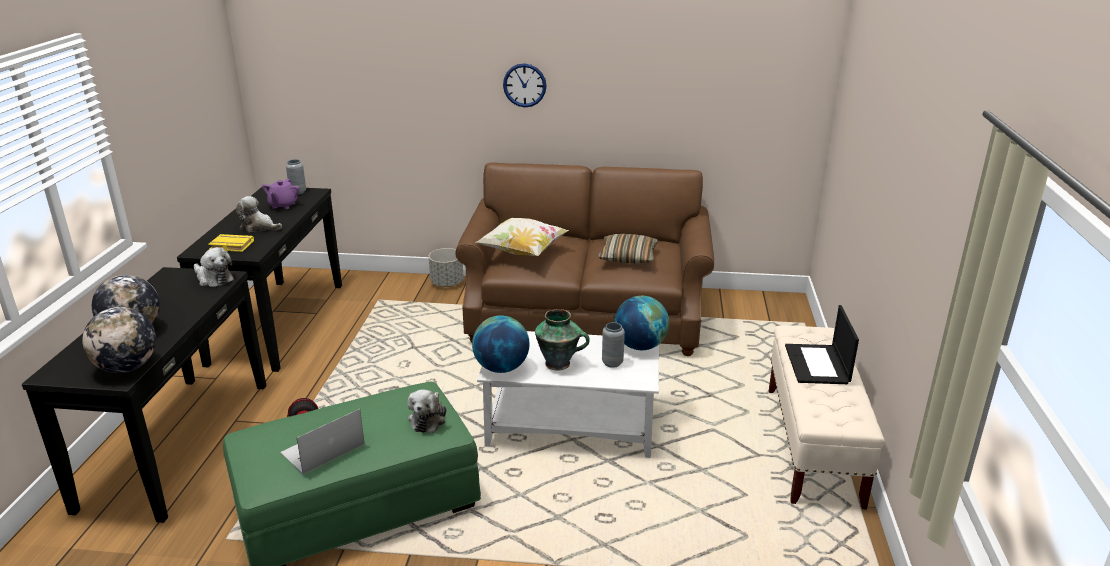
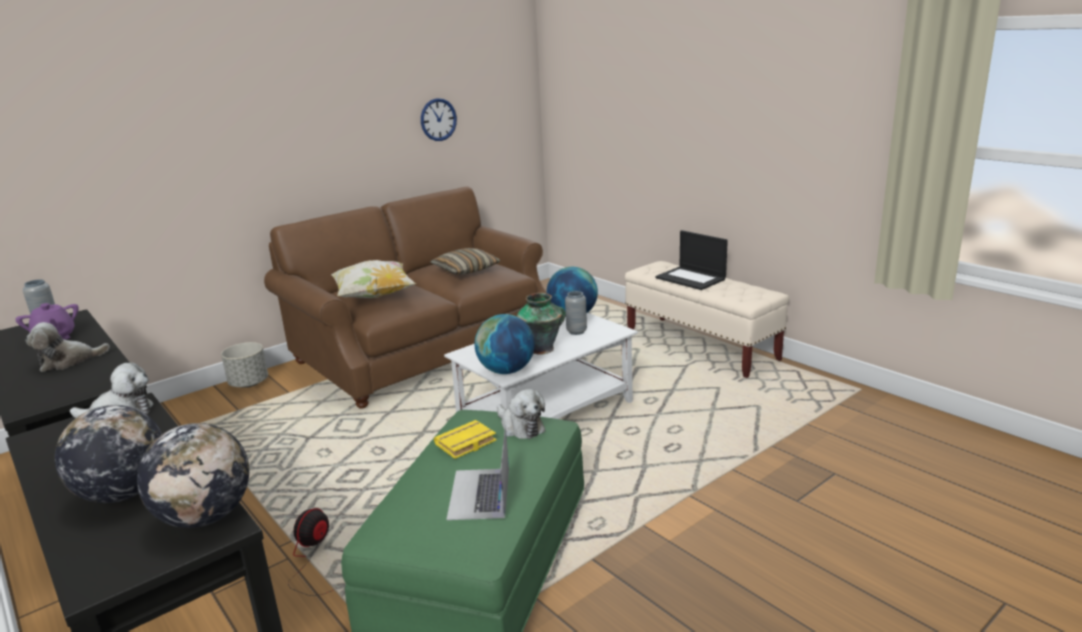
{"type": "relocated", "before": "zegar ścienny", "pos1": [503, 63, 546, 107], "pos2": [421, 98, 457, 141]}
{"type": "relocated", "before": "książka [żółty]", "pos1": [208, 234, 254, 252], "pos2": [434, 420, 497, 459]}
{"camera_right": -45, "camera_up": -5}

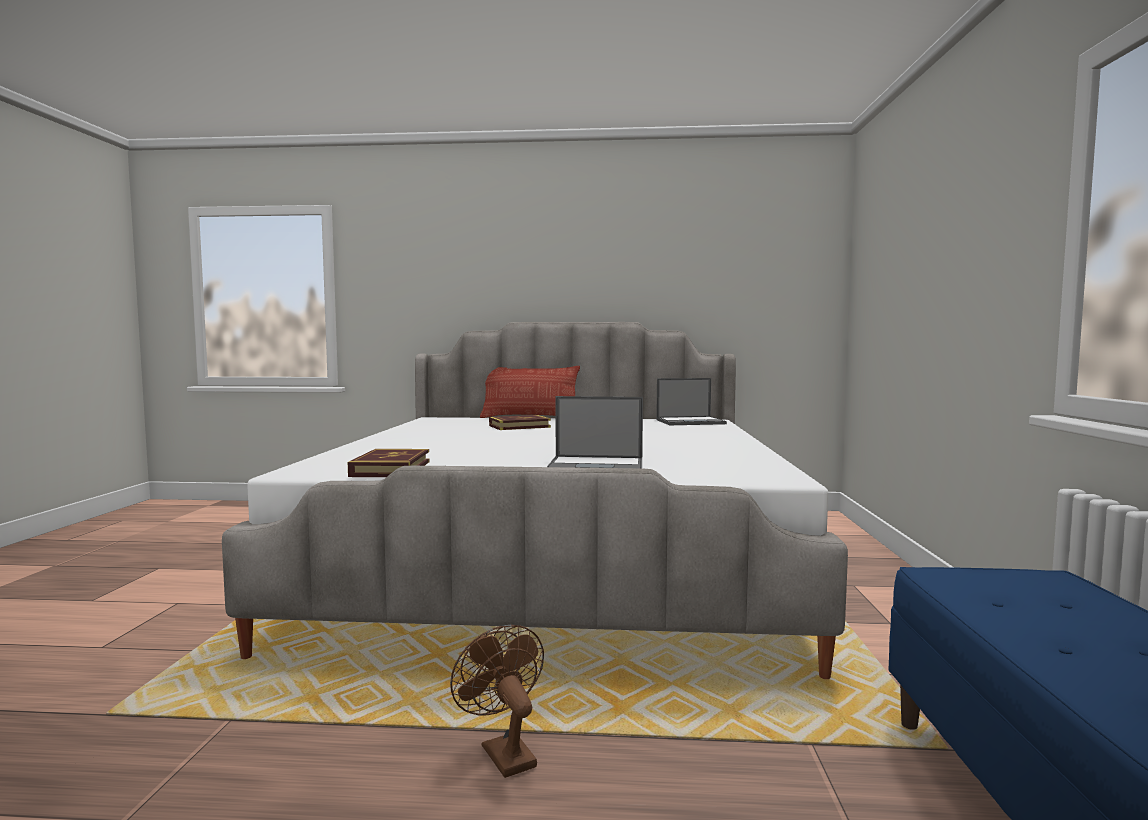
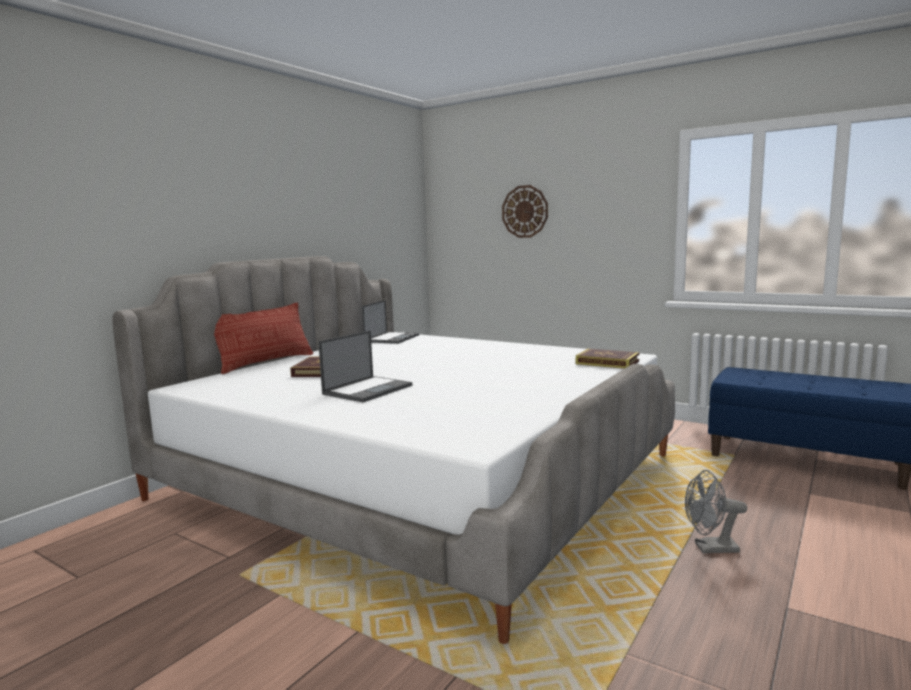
{"type": "relocated", "before": "laptop", "pos1": [547, 396, 643, 469], "pos2": [318, 331, 412, 402]}
{"type": "relocated", "before": "książka", "pos1": [348, 449, 429, 477], "pos2": [576, 349, 640, 369]}
{"type": "colour", "before": "wentylator [brązowy]", "after": "wentylator [szary]", "pos1": [450, 625, 544, 778], "pos2": [685, 470, 747, 553]}
{"type": "appeared", "after": "zegar ścienny", "pos2": [502, 185, 548, 238]}
{"camera_right": -60, "camera_up": 5}

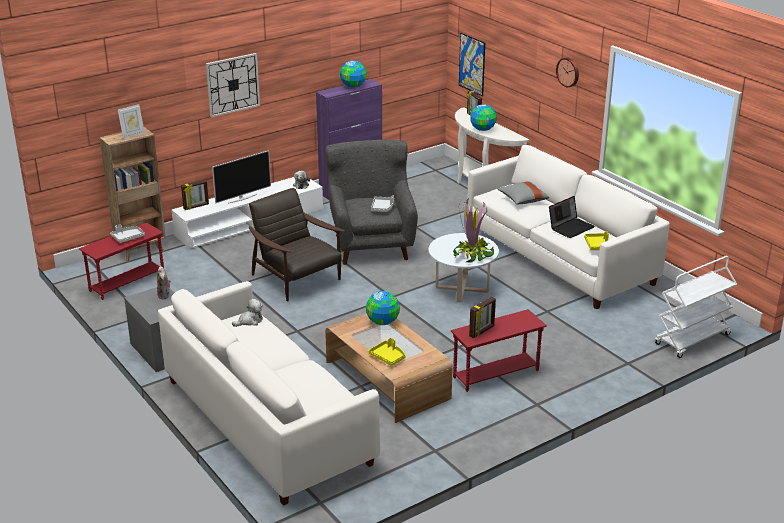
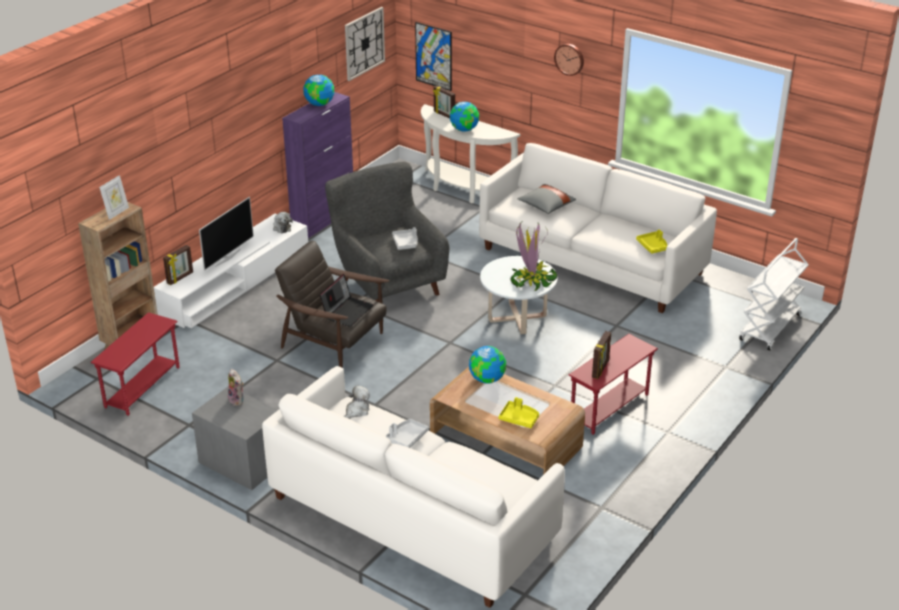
{"type": "relocated", "before": "zegar ścienny", "pos1": [206, 53, 260, 117], "pos2": [345, 7, 385, 81]}
{"type": "relocated", "before": "laptop", "pos1": [549, 196, 595, 238], "pos2": [319, 274, 373, 327]}
{"type": "relocated", "before": "taca [szary]", "pos1": [110, 224, 145, 243], "pos2": [385, 419, 429, 448]}
{"camera_right": -20, "camera_up": 5}

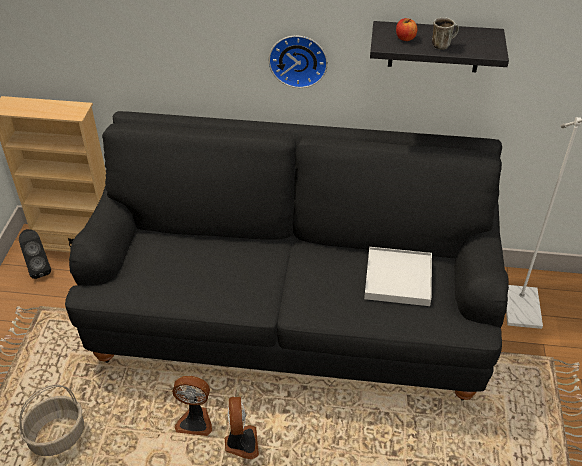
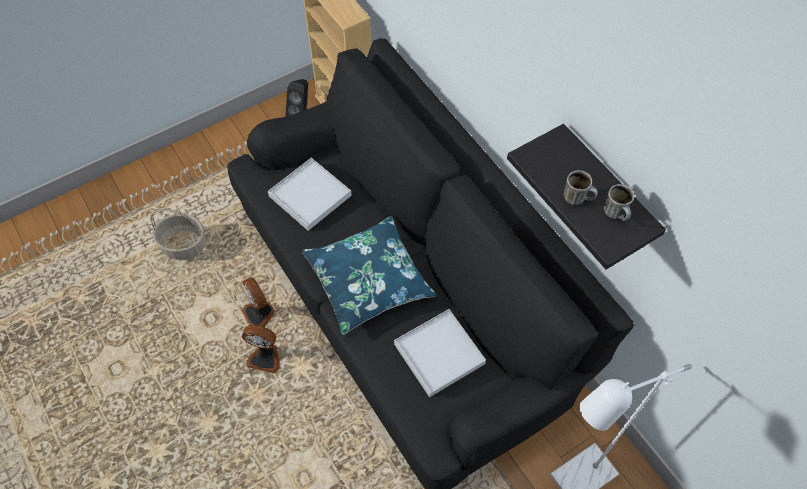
{"type": "missing", "before": "jabłko", "pos1": [396, 18, 417, 41]}
{"type": "missing", "before": "zegar ścienny", "pos1": [269, 36, 328, 88]}
{"type": "spun", "before": "wentylator", "pos1": [225, 396, 259, 459], "pos2": [242, 325, 280, 373], "turn": 60}
{"type": "appeared", "after": "taca [biały]", "pos2": [268, 158, 352, 231]}
{"type": "appeared", "after": "kubek", "pos2": [604, 184, 635, 221]}
{"type": "appeared", "after": "poduszka [niebieski]", "pos2": [302, 216, 436, 335]}
{"camera_right": 50, "camera_up": 15}

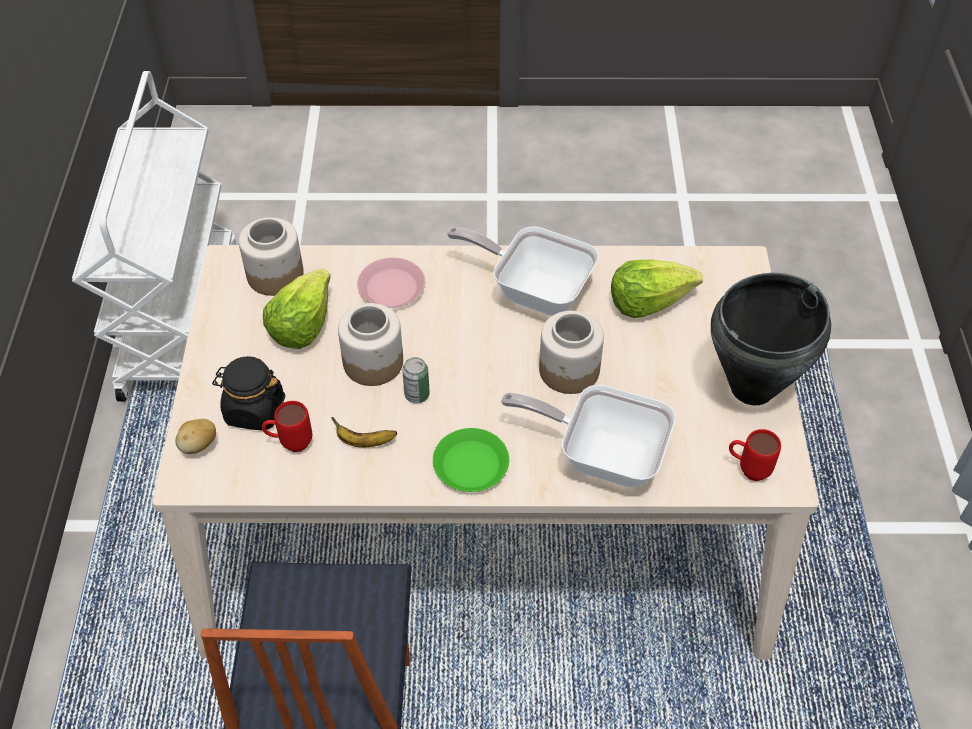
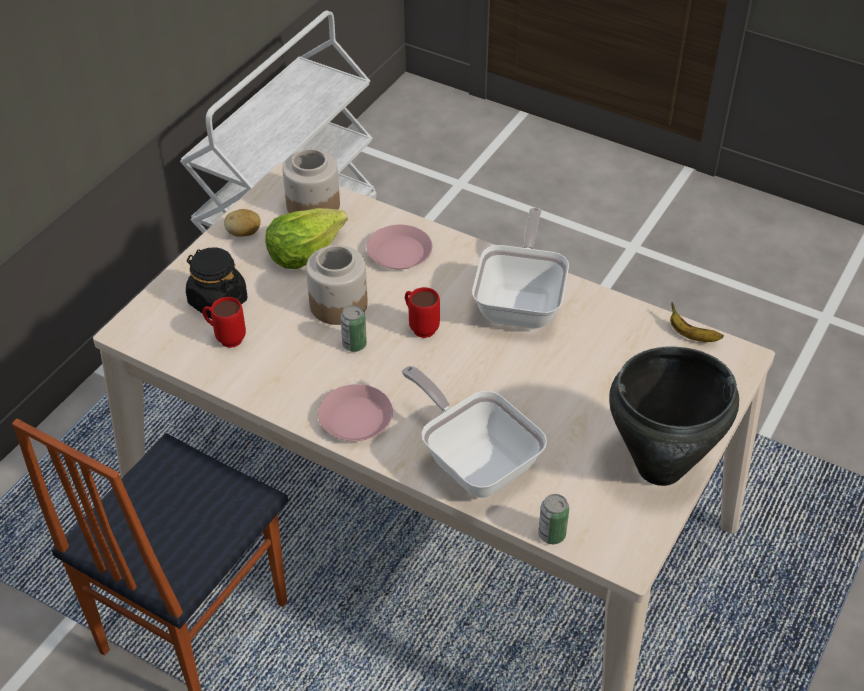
{"type": "spun", "before": "patelnia", "pos1": [447, 226, 599, 316], "pos2": [472, 208, 569, 328], "turn": 45}
{"type": "missing", "before": "sałata", "pos1": [611, 259, 703, 318]}
{"type": "missing", "before": "słoik", "pos1": [539, 311, 604, 394]}
{"type": "relocated", "before": "banan", "pos1": [331, 417, 397, 447], "pos2": [670, 302, 724, 342]}
{"type": "relocated", "before": "ziemniak", "pos1": [175, 419, 216, 454], "pos2": [224, 209, 261, 237]}
{"type": "colour", "before": "talerz [zielony]", "after": "talerz [różowy]", "pos1": [433, 428, 509, 492], "pos2": [318, 384, 393, 441]}
{"type": "relocated", "before": "kubek [czerwony]", "pos1": [729, 429, 781, 481], "pos2": [405, 287, 440, 338]}
{"type": "appeared", "after": "puszka", "pos2": [538, 494, 569, 544]}
{"camera_right": 30, "camera_up": -5}

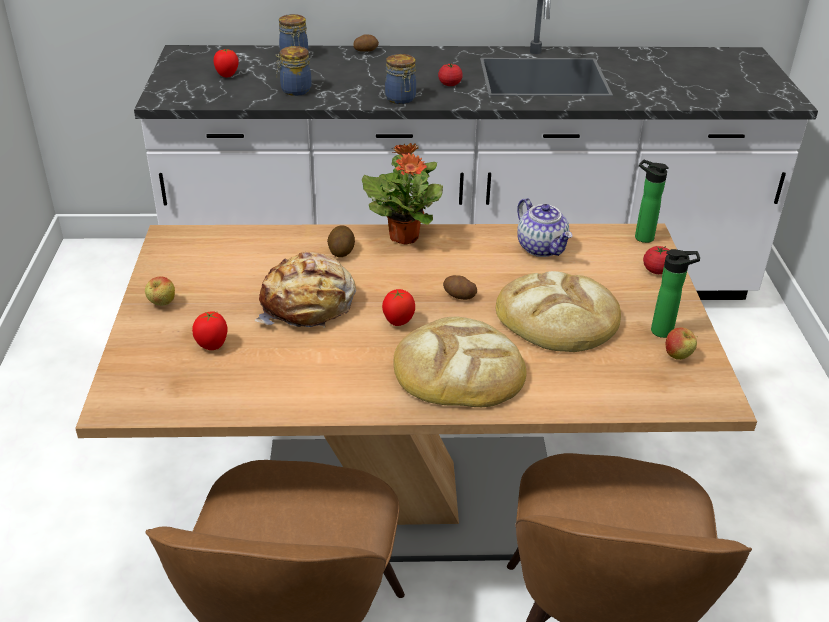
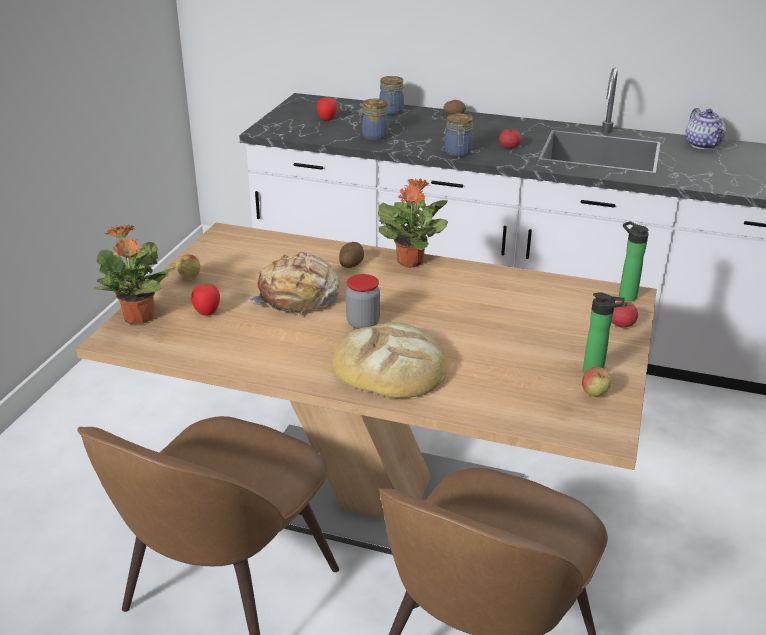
{"type": "relocated", "before": "imbryk", "pos1": [517, 198, 572, 257], "pos2": [685, 108, 726, 149]}
{"type": "missing", "before": "chleb", "pos1": [496, 271, 621, 352]}
{"type": "missing", "before": "ziemniak", "pos1": [443, 275, 477, 300]}
{"type": "exchanged", "before": "pomidor", "after": "słoik", "pos1": [382, 289, 415, 326], "pos2": [346, 274, 380, 329]}
{"type": "appeared", "after": "roślina doniczkowa", "pos2": [93, 225, 176, 324]}
{"camera_right": 20, "camera_up": -5}

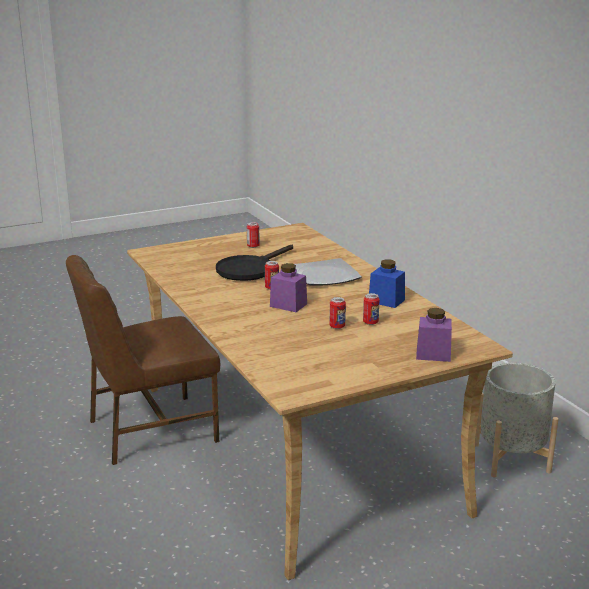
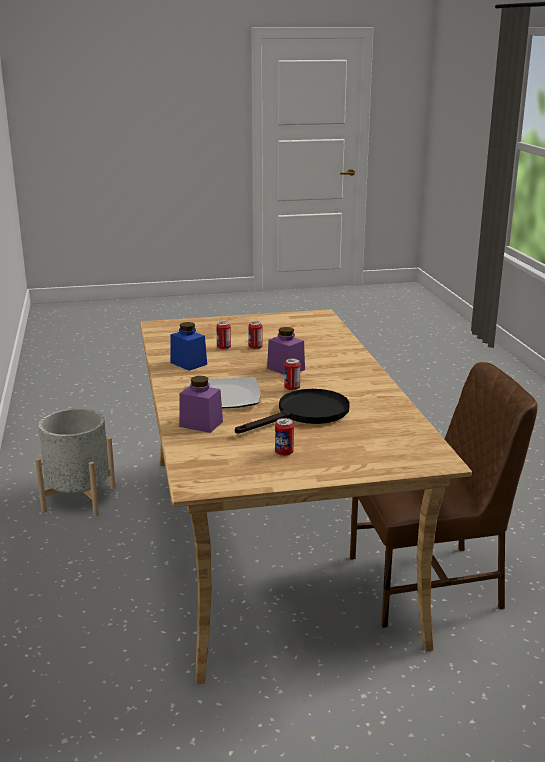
{"type": "relocated", "before": "słoik [fioletowy]", "pos1": [416, 308, 452, 362], "pos2": [179, 376, 223, 433]}
{"camera_right": -165, "camera_up": 0}

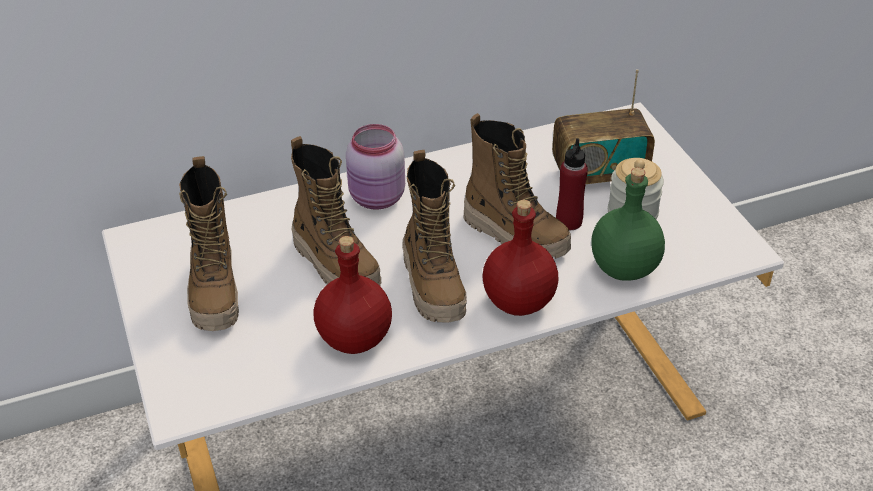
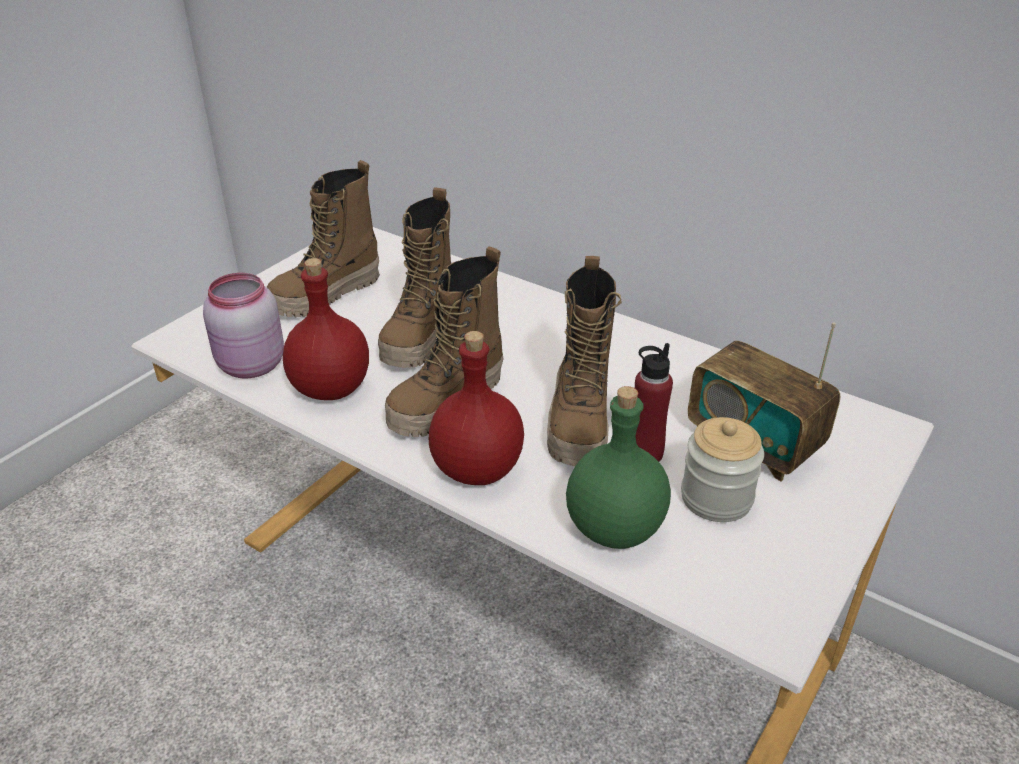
{"type": "relocated", "before": "słoik [różowy]", "pos1": [346, 124, 405, 210], "pos2": [203, 273, 284, 378]}
{"camera_right": 55, "camera_up": -5}

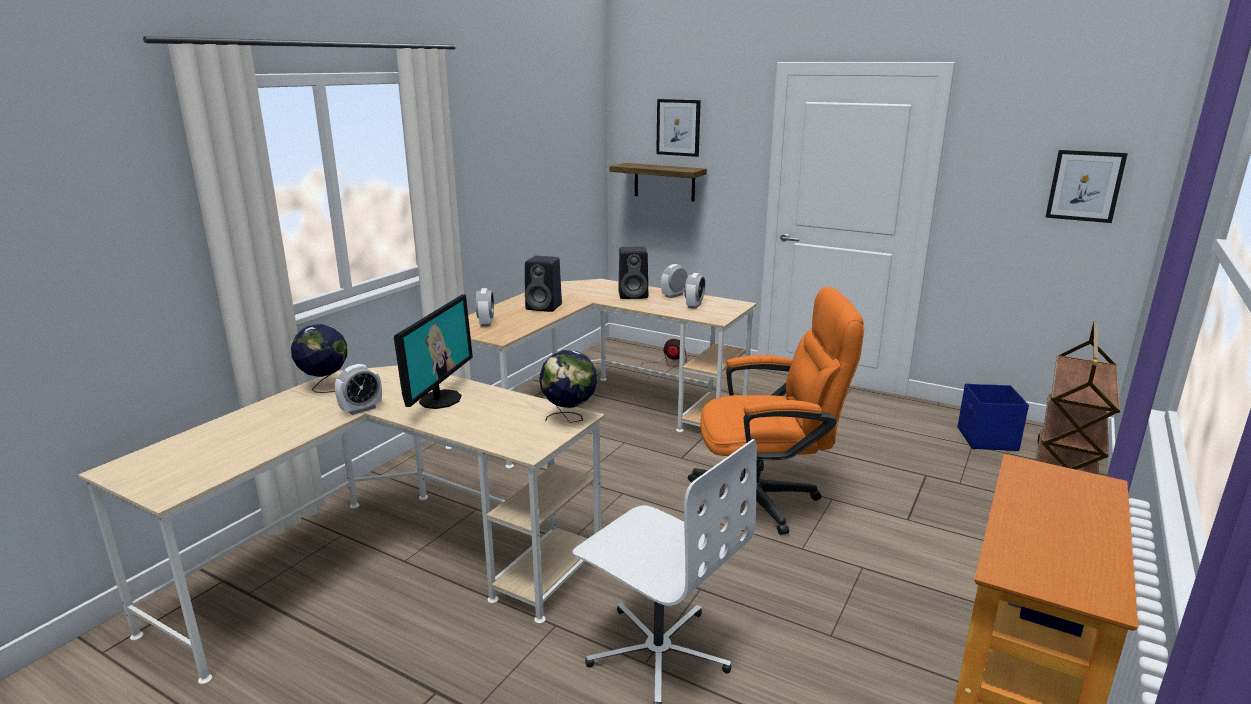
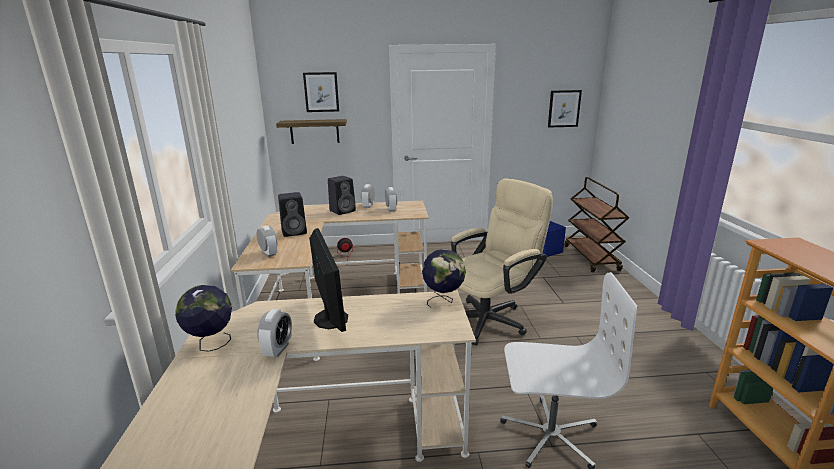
{"type": "colour", "before": "krzesło biurowe [pomarańczowy]", "after": "krzesło biurowe [beżowy]", "pos1": [688, 287, 864, 535], "pos2": [451, 178, 553, 345]}
{"camera_right": -35, "camera_up": 0}

